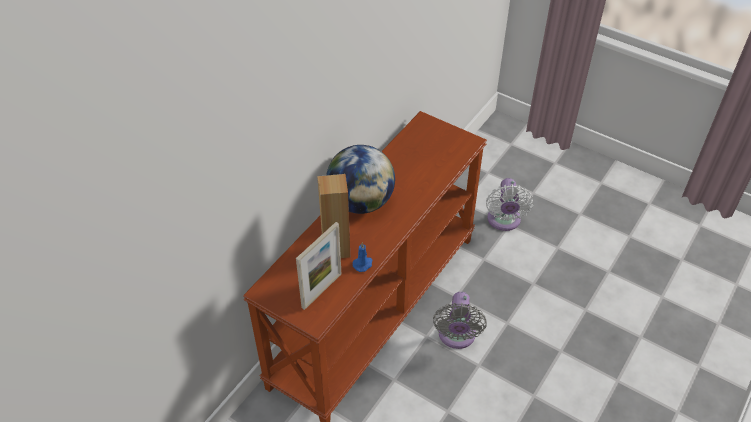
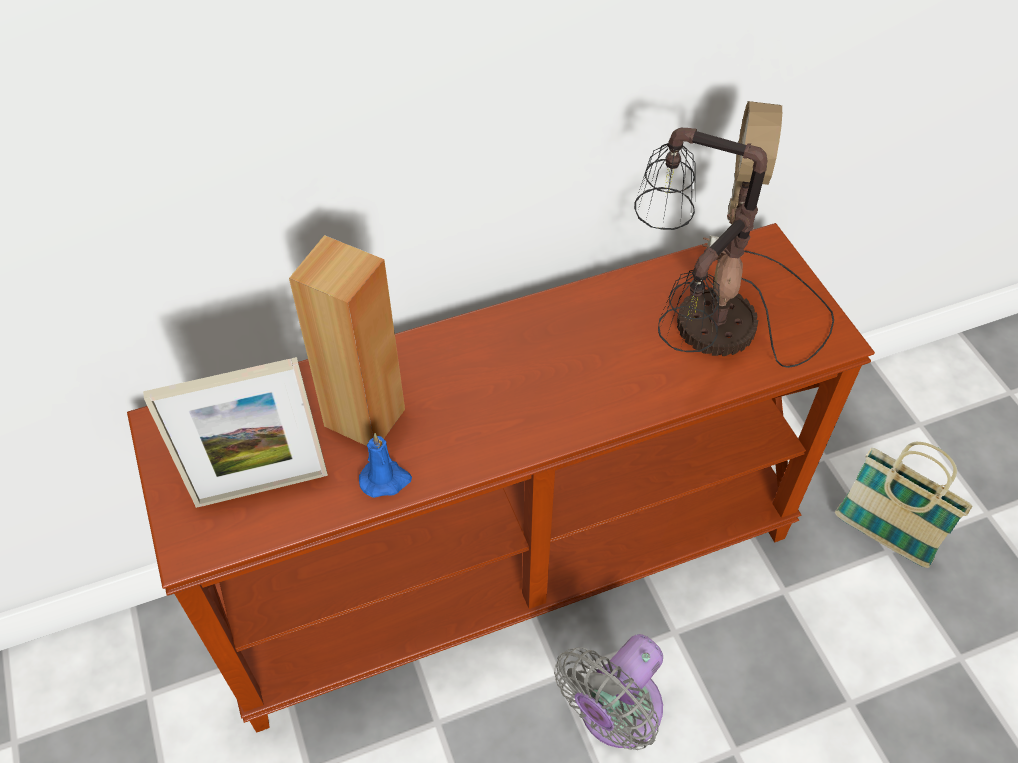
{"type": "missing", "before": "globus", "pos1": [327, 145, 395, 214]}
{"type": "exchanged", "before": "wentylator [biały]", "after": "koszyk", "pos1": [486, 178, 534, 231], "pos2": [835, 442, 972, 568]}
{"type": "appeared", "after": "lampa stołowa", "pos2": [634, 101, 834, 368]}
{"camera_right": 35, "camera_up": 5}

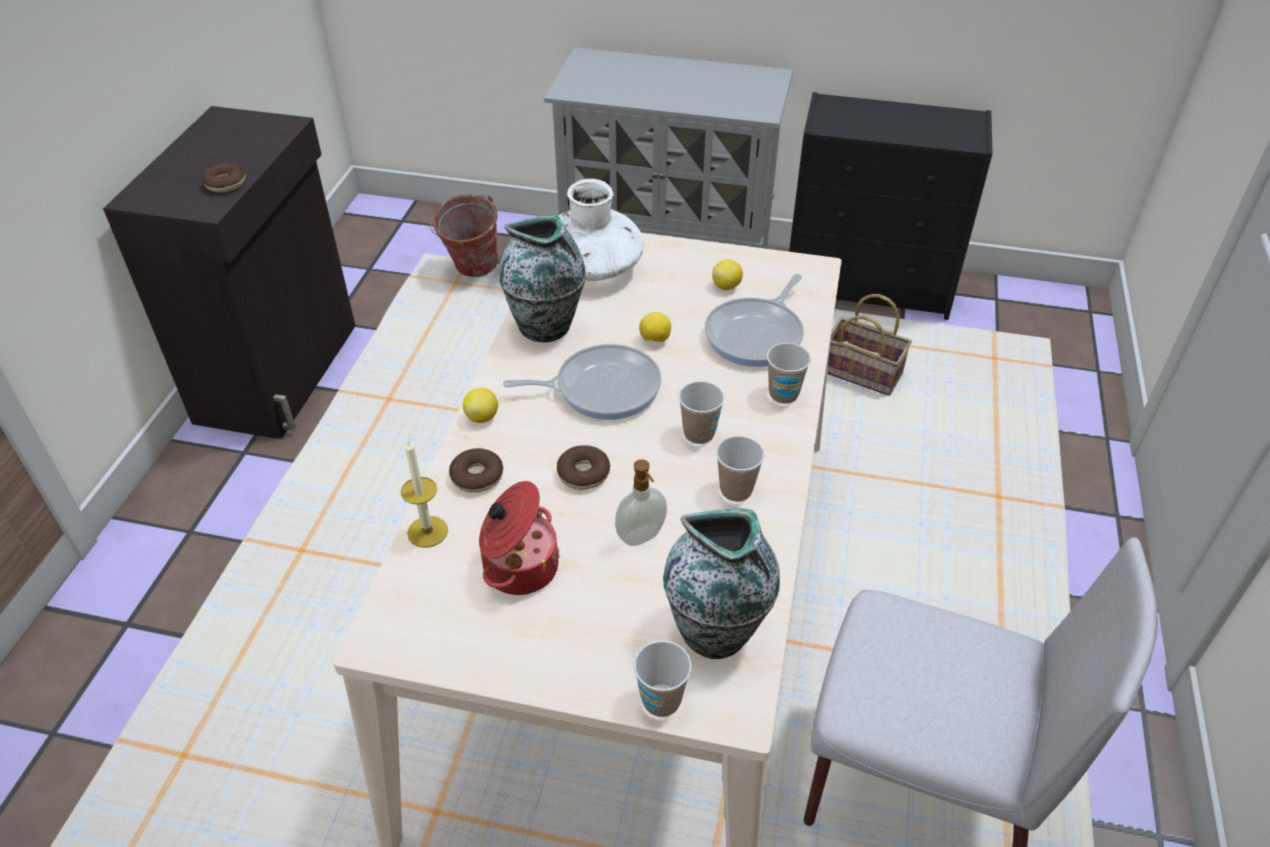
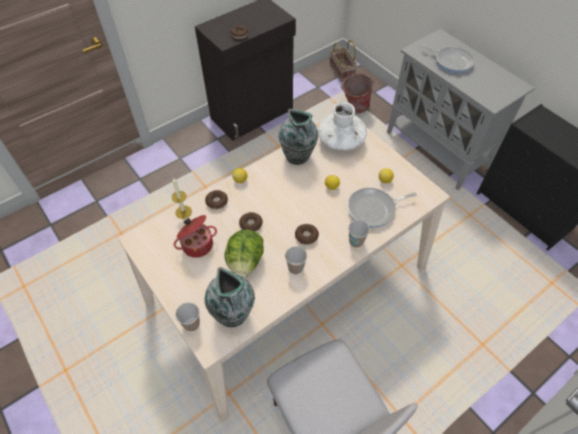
{"type": "relocated", "before": "koszyk", "pos1": [827, 294, 912, 396], "pos2": [330, 40, 357, 82]}
{"type": "relocated", "before": "patelnia", "pos1": [503, 344, 661, 420], "pos2": [420, 44, 475, 73]}
{"type": "exchanged", "before": "filiżanka", "after": "donut", "pos1": [679, 381, 724, 444], "pos2": [295, 224, 319, 245]}
{"type": "exchanged", "before": "dozownik mydła", "after": "sałata", "pos1": [615, 459, 667, 546], "pos2": [224, 230, 264, 278]}
{"camera_right": 40, "camera_up": 10}

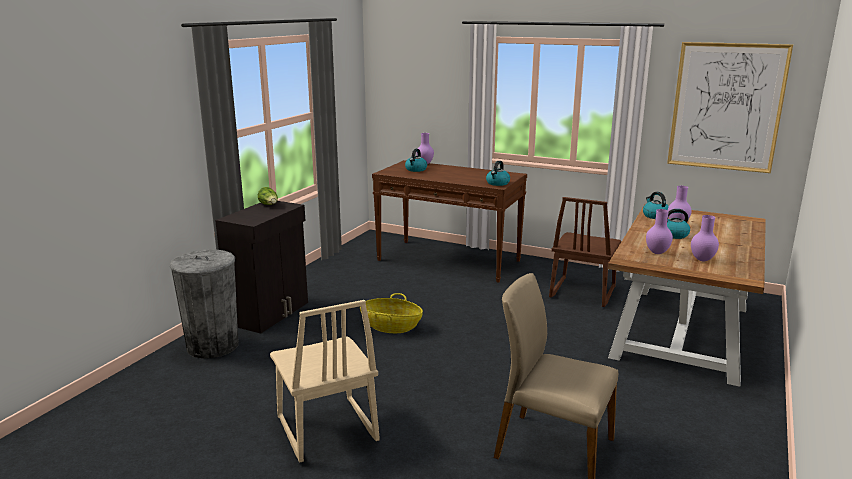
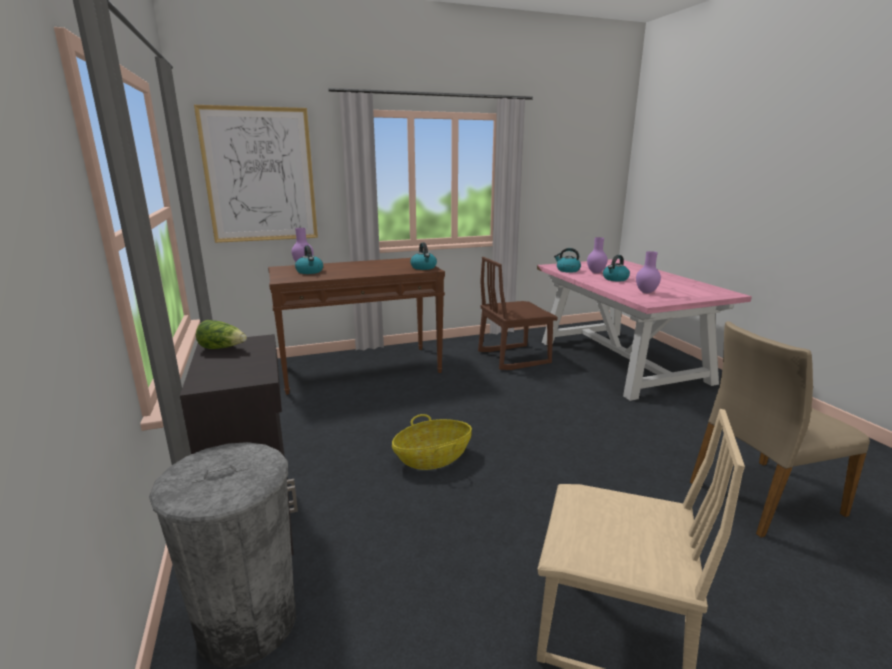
{"type": "relocated", "before": "obraz", "pos1": [667, 42, 793, 173], "pos2": [194, 105, 318, 243]}
{"type": "spun", "before": "krzesło [brązowy]", "pos1": [549, 197, 621, 307], "pos2": [478, 257, 558, 370], "turn": 90}
{"type": "colour", "before": "stół jadalny [brązowy]", "after": "stół jadalny [różowy]", "pos1": [608, 205, 766, 387], "pos2": [537, 259, 752, 401]}
{"type": "missing", "before": "wazon [fioletowy]", "pos1": [691, 215, 719, 261]}
{"camera_right": -45, "camera_up": 0}

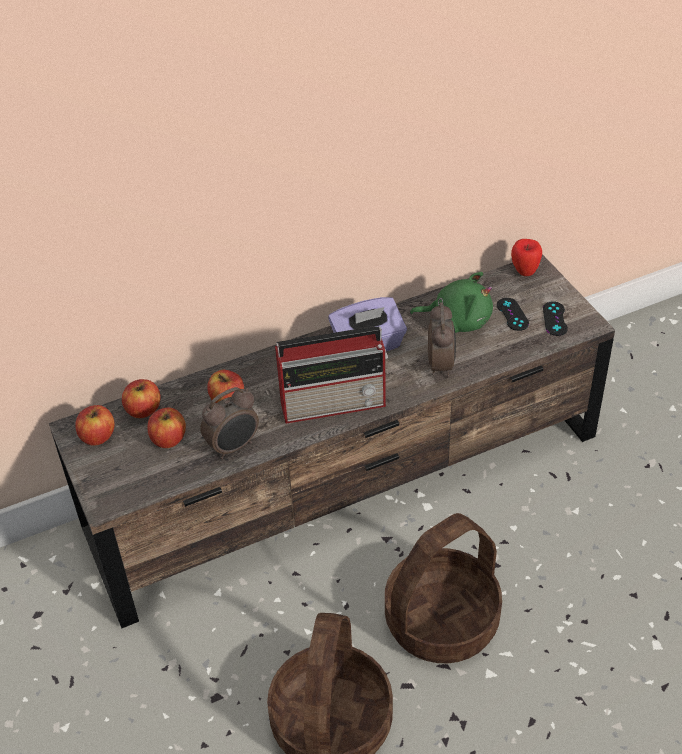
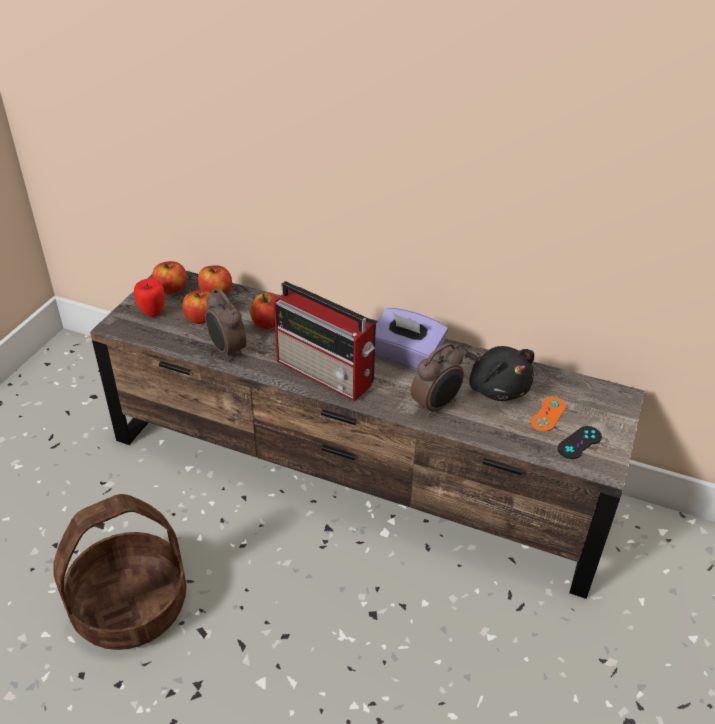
{"type": "relocated", "before": "jabłko", "pos1": [511, 239, 542, 276], "pos2": [134, 278, 165, 317]}
{"type": "colour", "before": "pluszak [zielony]", "after": "pluszak [czarny]", "pos1": [410, 272, 493, 333], "pos2": [465, 346, 534, 401]}
{"type": "colour", "before": "pad do gier [czarny]", "after": "pad do gier [pomarańczowy]", "pos1": [497, 298, 529, 331], "pos2": [531, 397, 566, 432]}
{"type": "spun", "before": "budzik", "pos1": [200, 387, 259, 459], "pos2": [205, 288, 246, 361], "turn": 45}
{"type": "missing", "before": "koszyk", "pos1": [385, 513, 502, 663]}
{"camera_right": 45, "camera_up": -5}

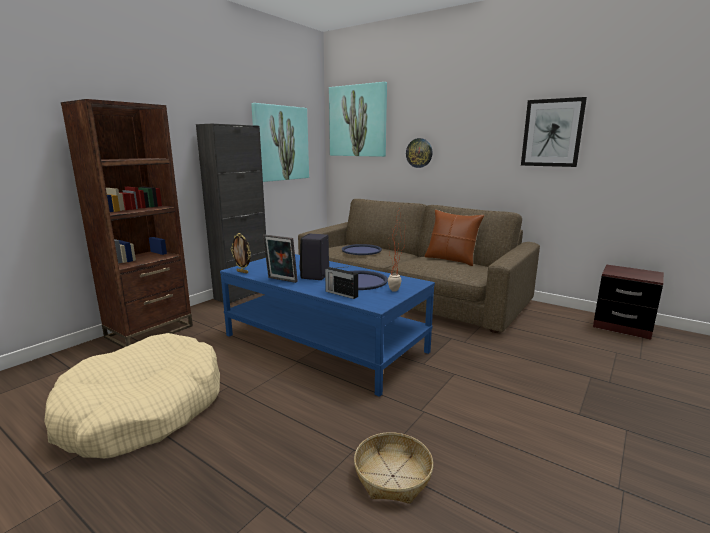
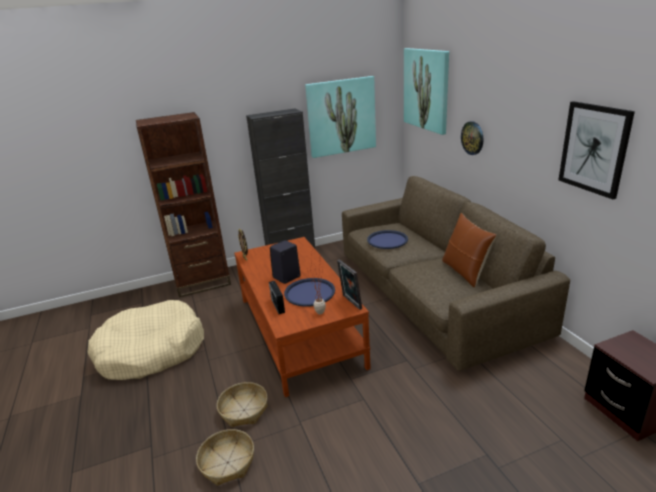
{"type": "relocated", "before": "ramka na zdjęcie", "pos1": [263, 234, 298, 283], "pos2": [337, 260, 362, 310]}
{"type": "colour", "before": "ława [niebieski]", "after": "ława [brązowy]", "pos1": [220, 254, 435, 397], "pos2": [234, 237, 371, 397]}
{"type": "appeared", "after": "koszyk", "pos2": [217, 382, 268, 427]}
{"camera_right": 35, "camera_up": 10}

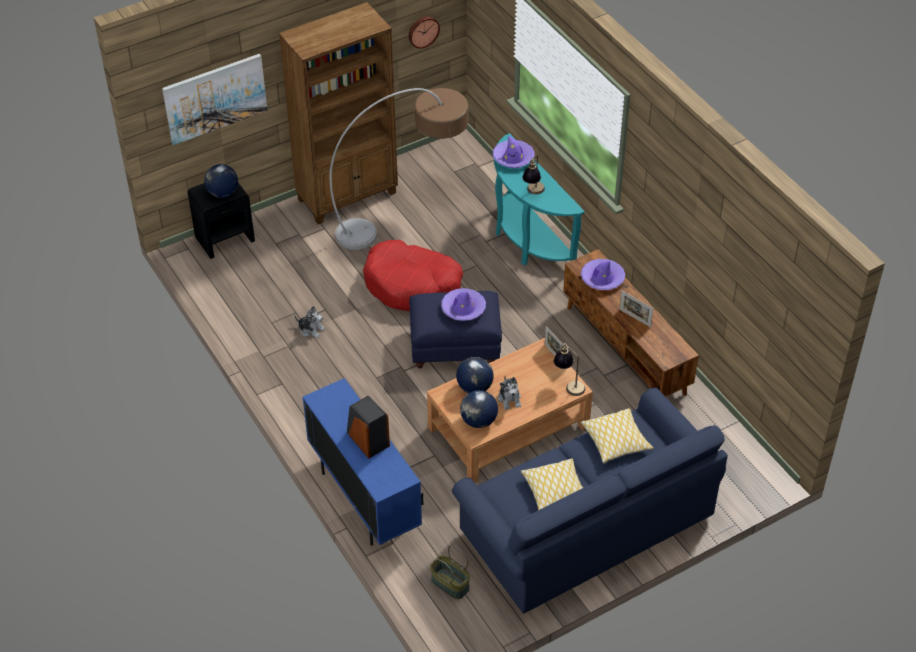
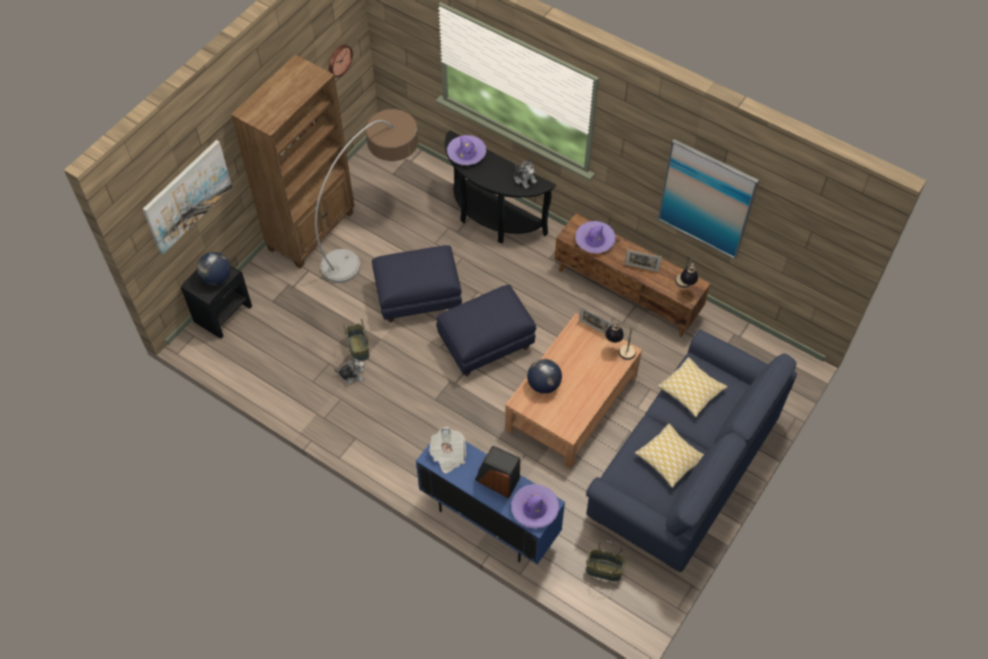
{"type": "colour", "before": "stolik konsolowy [turkusowy]", "after": "stolik konsolowy [czarny]", "pos1": [494, 133, 585, 266], "pos2": [445, 130, 556, 243]}
{"type": "relocated", "before": "lampa stołowa", "pos1": [523, 155, 545, 194], "pos2": [675, 256, 698, 288]}
{"type": "exchanged", "before": "legowisko [czerwony]", "after": "pufa [niebieski]", "pos1": [363, 240, 463, 311], "pos2": [372, 245, 462, 322]}
{"type": "relocated", "before": "kapelusz [fioletowy]", "pos1": [441, 288, 486, 321], "pos2": [511, 484, 559, 529]}
{"type": "relocated", "before": "pluszak", "pos1": [498, 377, 521, 410], "pos2": [514, 159, 537, 189]}
{"type": "missing", "before": "globus", "pos1": [460, 390, 498, 428]}
{"type": "appeared", "after": "obraz", "pos2": [657, 139, 759, 259]}
{"type": "appeared", "after": "koszyk", "pos2": [344, 319, 369, 361]}
{"type": "appeared", "after": "gazeta", "pos2": [429, 427, 466, 473]}
{"camera_right": -25, "camera_up": 10}

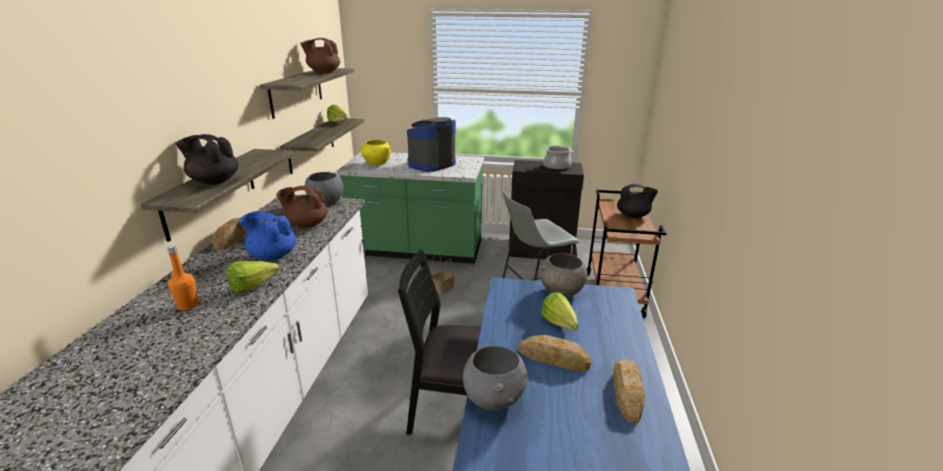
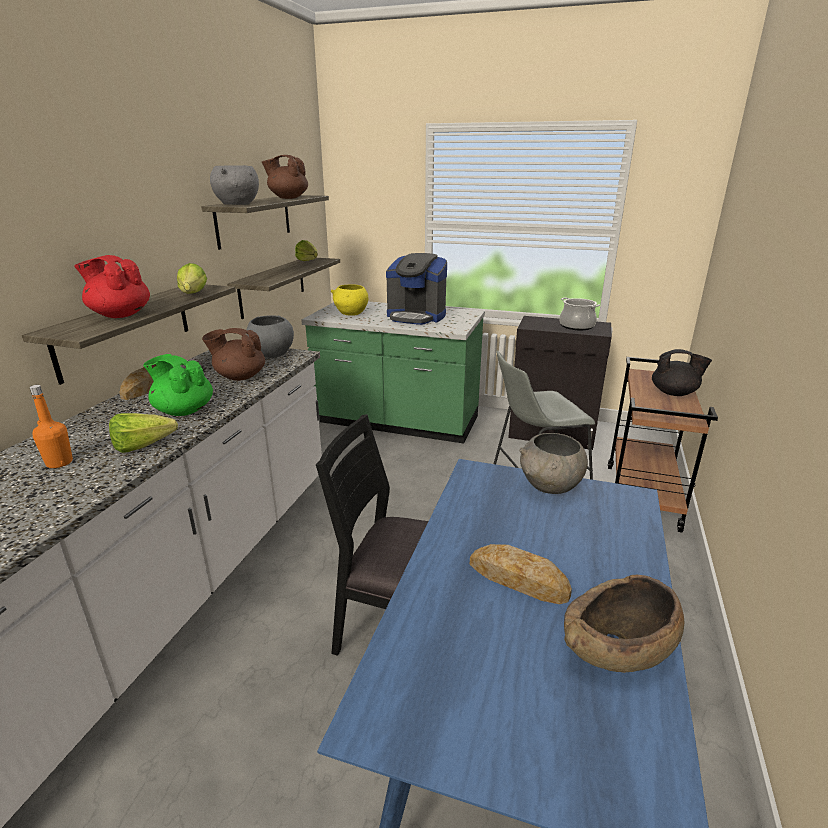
{"type": "spun", "before": "ekspres do kawy", "pos1": [407, 117, 456, 172], "pos2": [386, 253, 447, 325], "turn": -120}
{"type": "colour", "before": "imbryk [czarny]", "after": "imbryk [czerwony]", "pos1": [175, 134, 239, 185], "pos2": [74, 255, 150, 318]}
{"type": "colour", "before": "imbryk [niebieski]", "after": "imbryk [zielony]", "pos1": [239, 211, 296, 261], "pos2": [143, 354, 213, 416]}
{"type": "missing", "before": "koszyk", "pos1": [432, 253, 455, 294]}
{"type": "relocated", "before": "sałata", "pos1": [541, 292, 578, 330], "pos2": [177, 263, 207, 294]}
{"type": "relocated", "before": "miska [szary]", "pos1": [463, 345, 528, 411], "pos2": [210, 165, 259, 205]}
{"type": "exchanged", "before": "chleb", "after": "miska [brązowy]", "pos1": [613, 359, 645, 424], "pos2": [564, 575, 685, 673]}
{"camera_right": 10, "camera_up": 0}

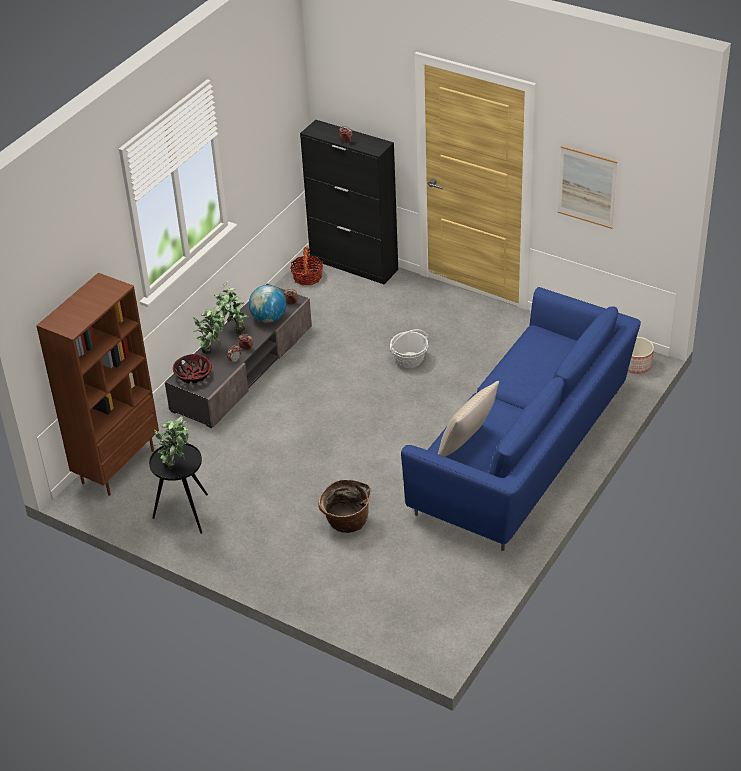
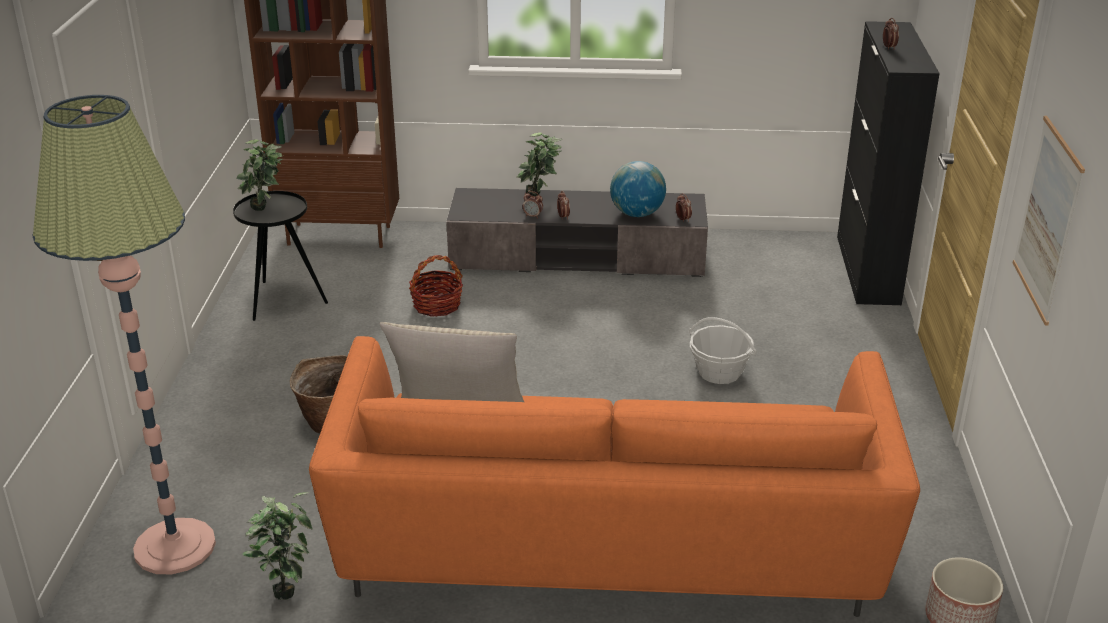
{"type": "relocated", "before": "koszyk", "pos1": [290, 246, 323, 286], "pos2": [409, 255, 463, 317]}
{"type": "relocated", "before": "roślina doniczkowa", "pos1": [214, 280, 249, 334], "pos2": [242, 492, 313, 600]}
{"type": "colour", "before": "kanapa [niebieski]", "after": "kanapa [pomarańczowy]", "pos1": [401, 287, 641, 551], "pos2": [309, 336, 920, 617]}
{"type": "missing", "before": "miska", "pos1": [173, 354, 212, 384]}
{"type": "appeared", "after": "lampa stojąca", "pos2": [33, 95, 216, 574]}
{"camera_right": 60, "camera_up": -10}

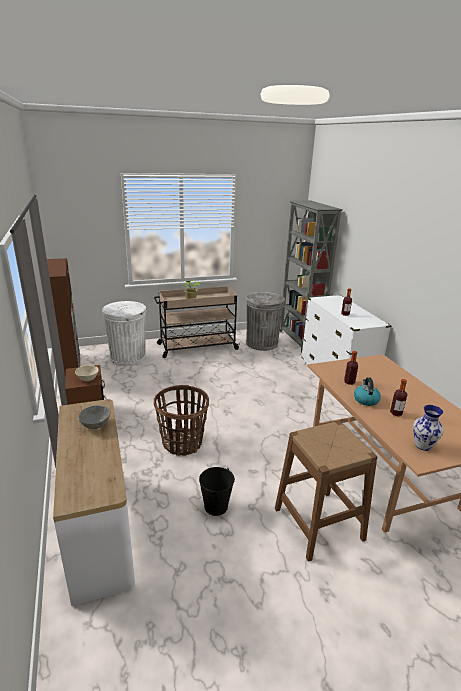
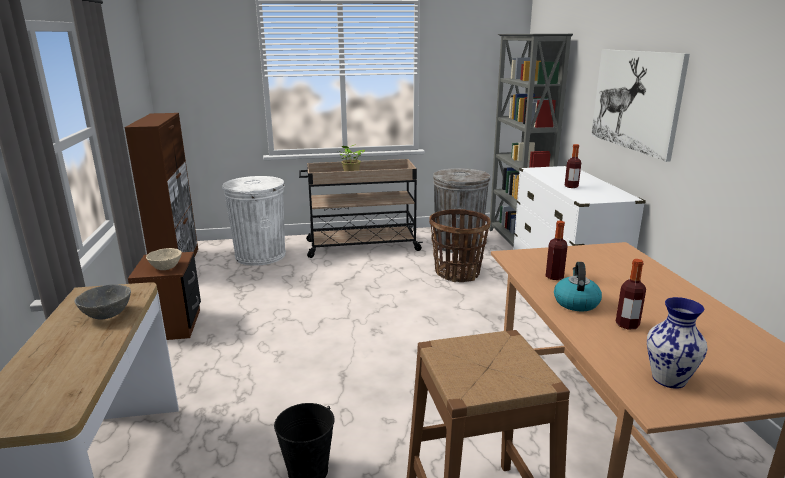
{"type": "relocated", "before": "koszyk", "pos1": [154, 385, 209, 456], "pos2": [429, 209, 491, 282]}
{"type": "appeared", "after": "obraz", "pos2": [591, 49, 690, 162]}
{"camera_right": 10, "camera_up": -5}

